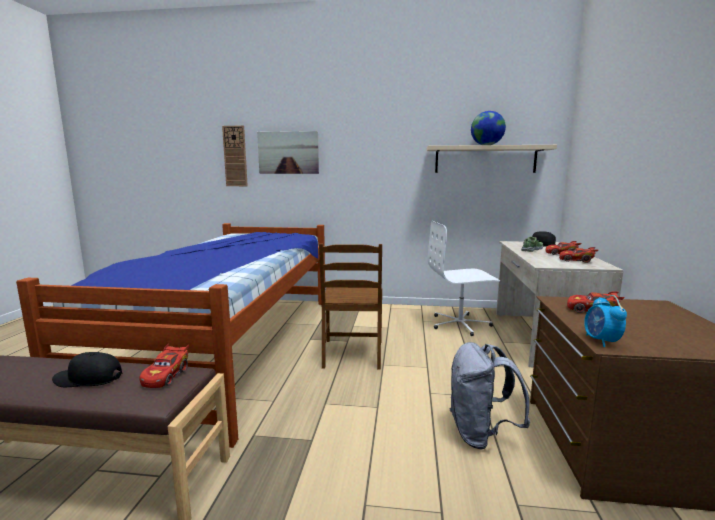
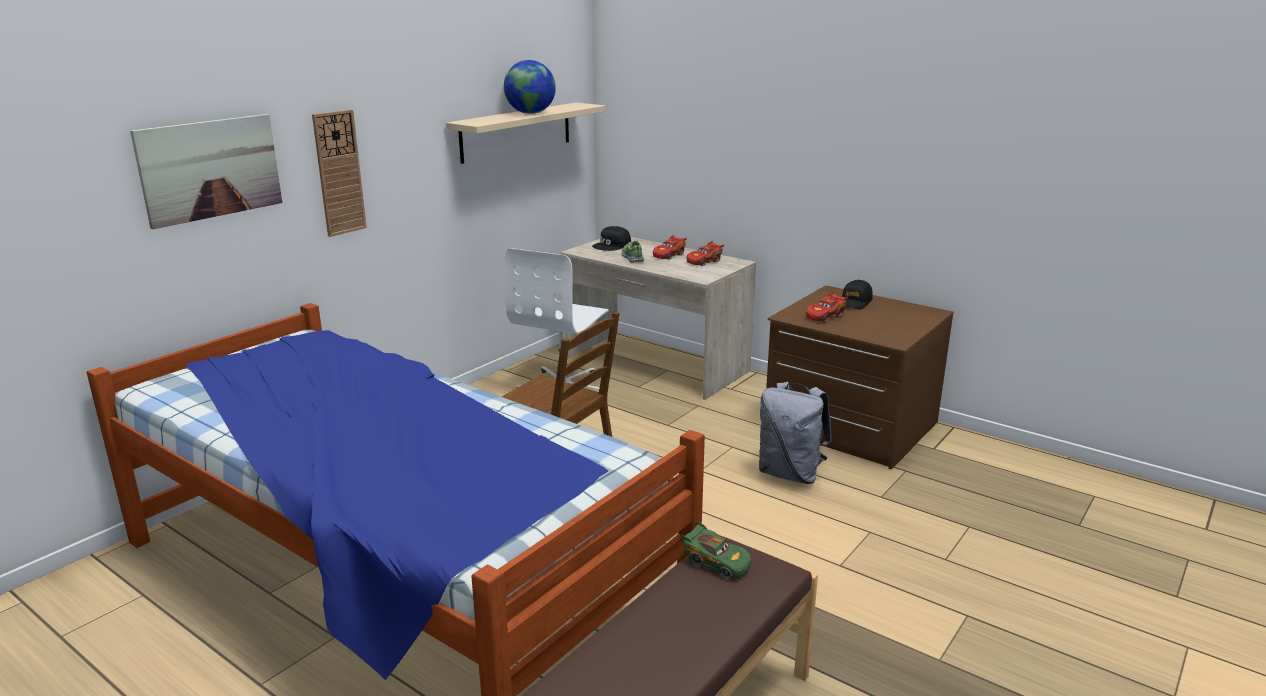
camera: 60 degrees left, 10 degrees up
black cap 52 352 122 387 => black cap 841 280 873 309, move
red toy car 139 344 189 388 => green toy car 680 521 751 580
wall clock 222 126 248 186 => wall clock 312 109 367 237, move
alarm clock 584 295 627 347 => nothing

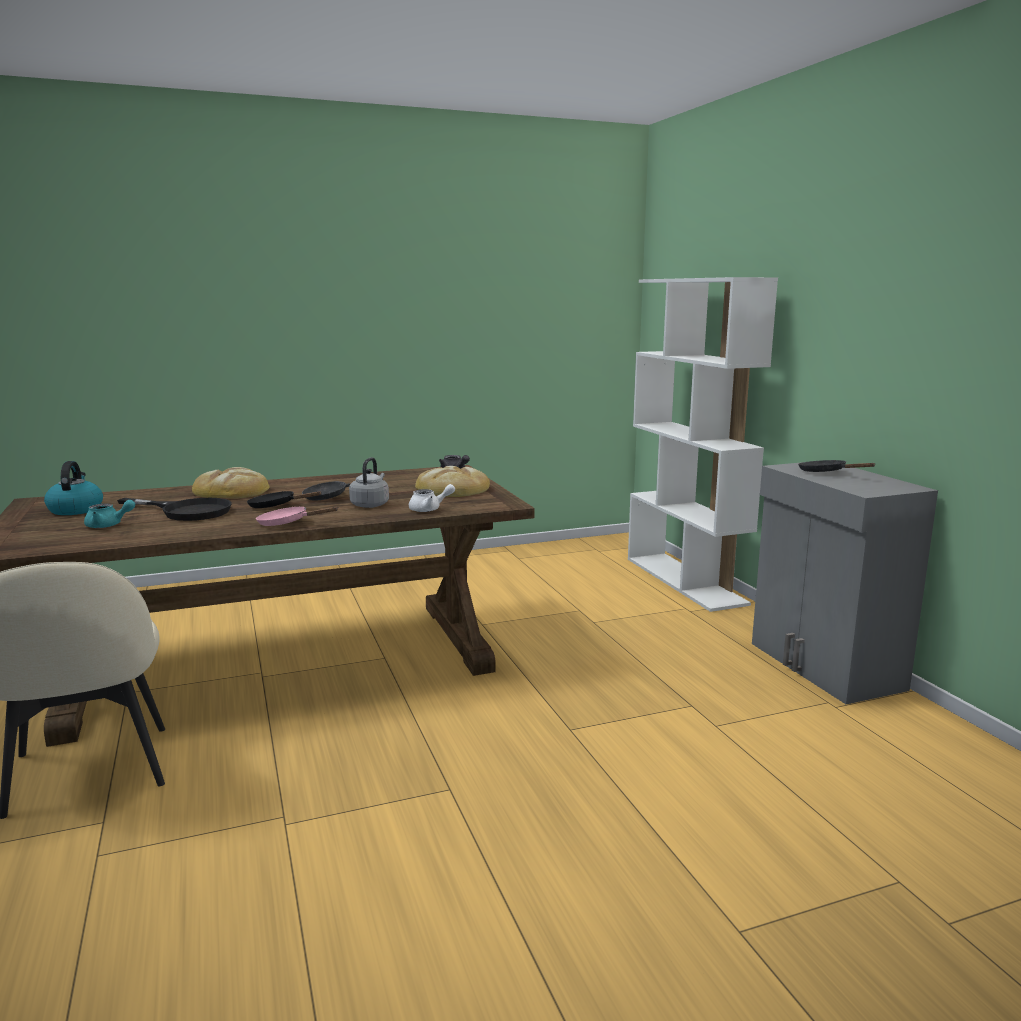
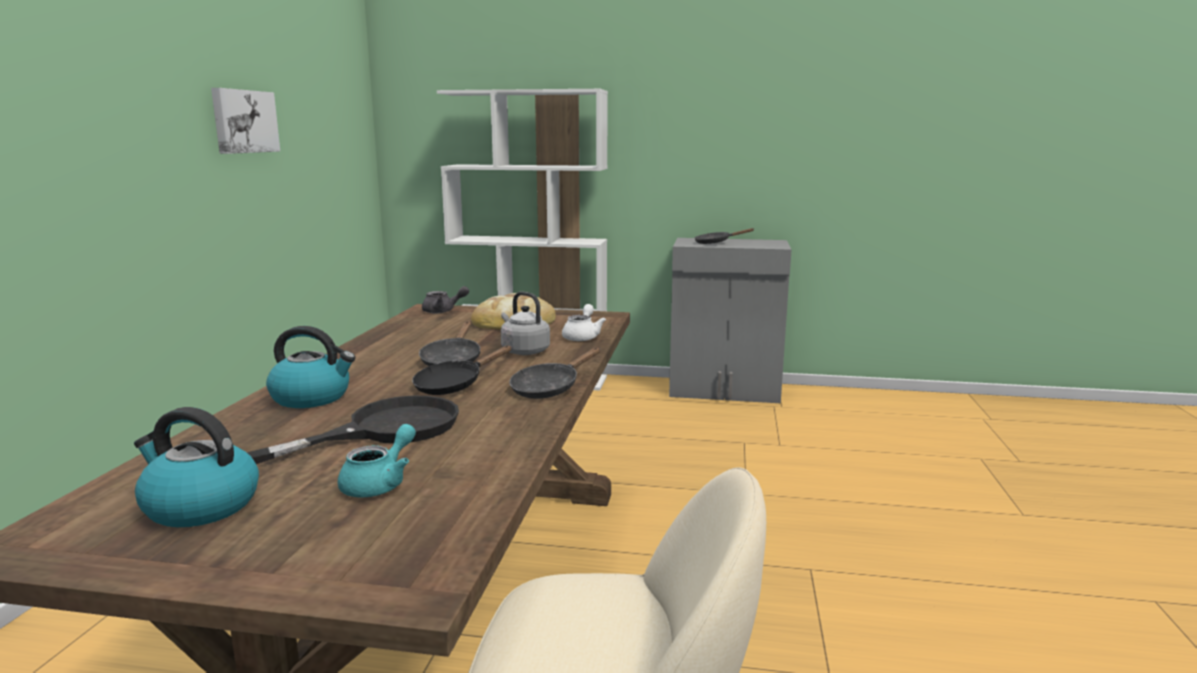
camera: 60 degrees left, 0 degrees up
bread 192 467 269 498 => kettle 266 326 355 408
pink frying pan 256 507 339 526 => black frying pan 509 348 601 399
nothing => picture 211 88 280 154

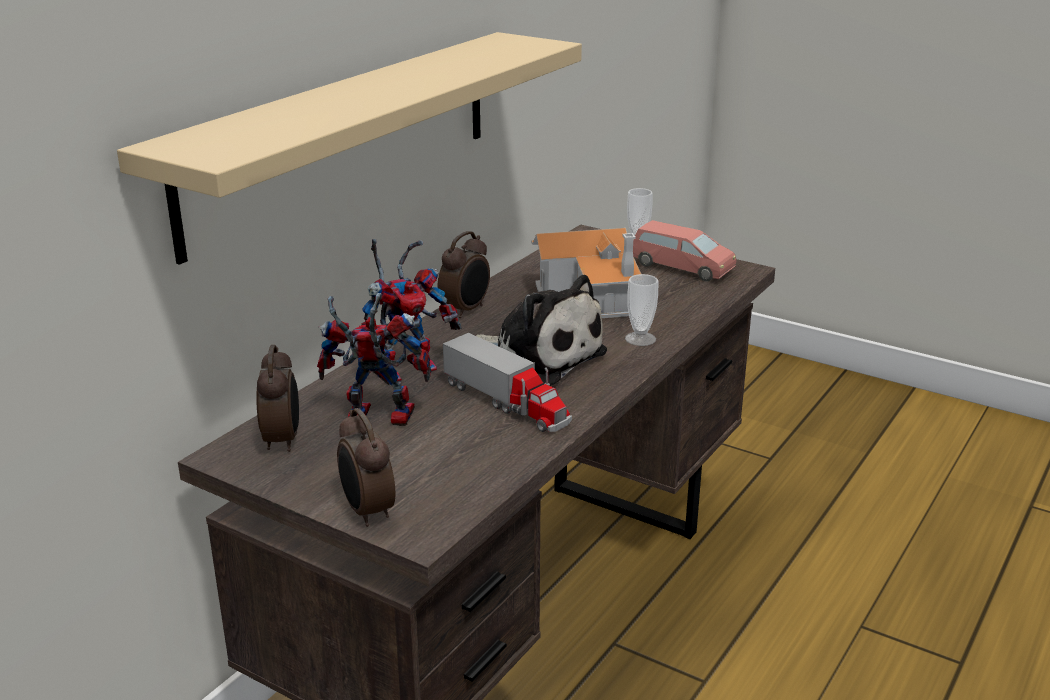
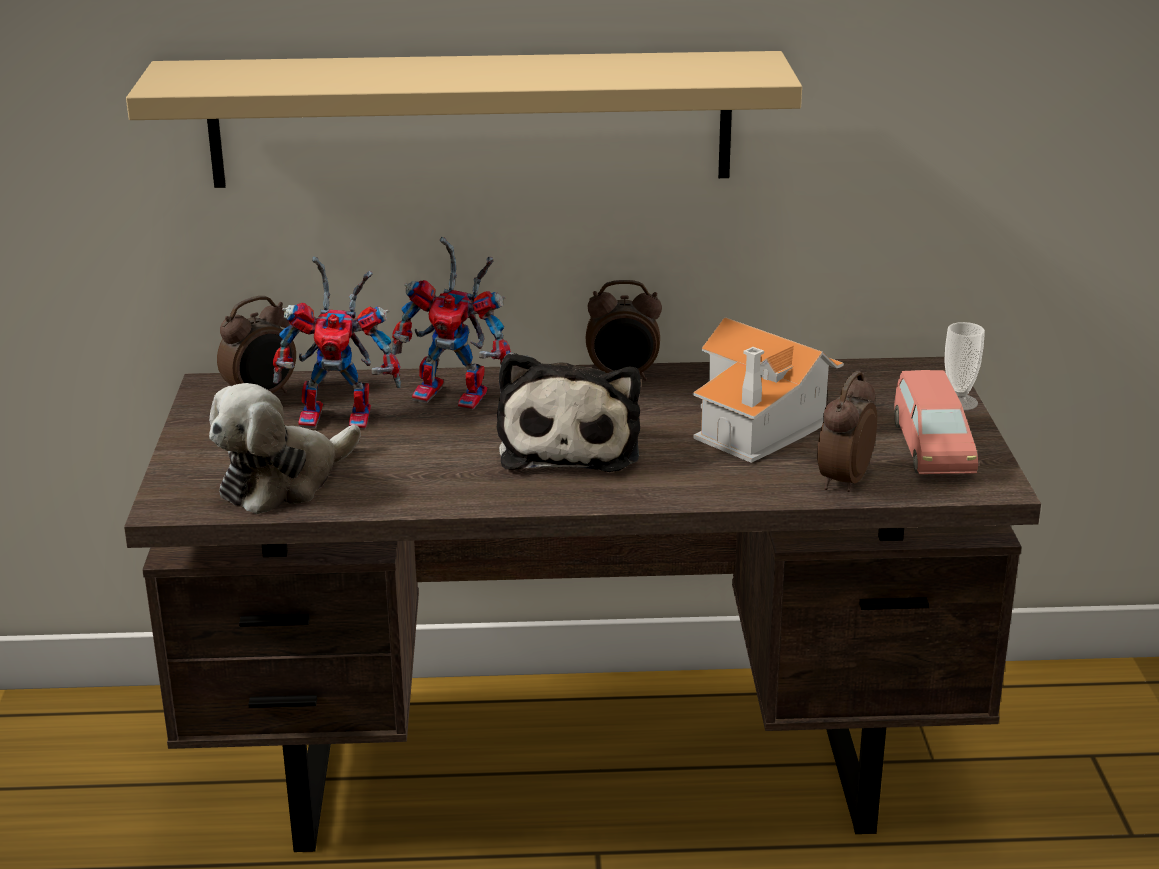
camera: 55 degrees right, 0 degrees up
toy robot 317 293 432 426 => toy robot 273 256 401 429, 120 degrees clockwise
alarm clock 337 408 395 527 => alarm clock 817 371 877 492, move
toy truck 443 333 572 432 => nothing
cup 625 274 658 346 => nothing
nothing => plush toy 209 383 361 514

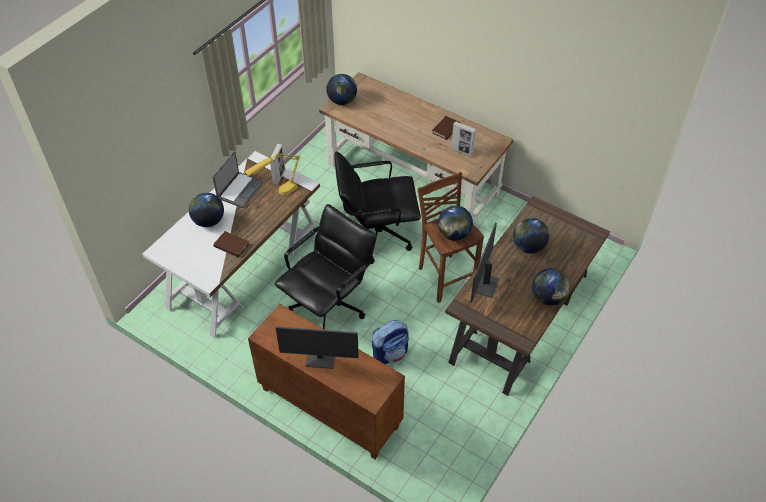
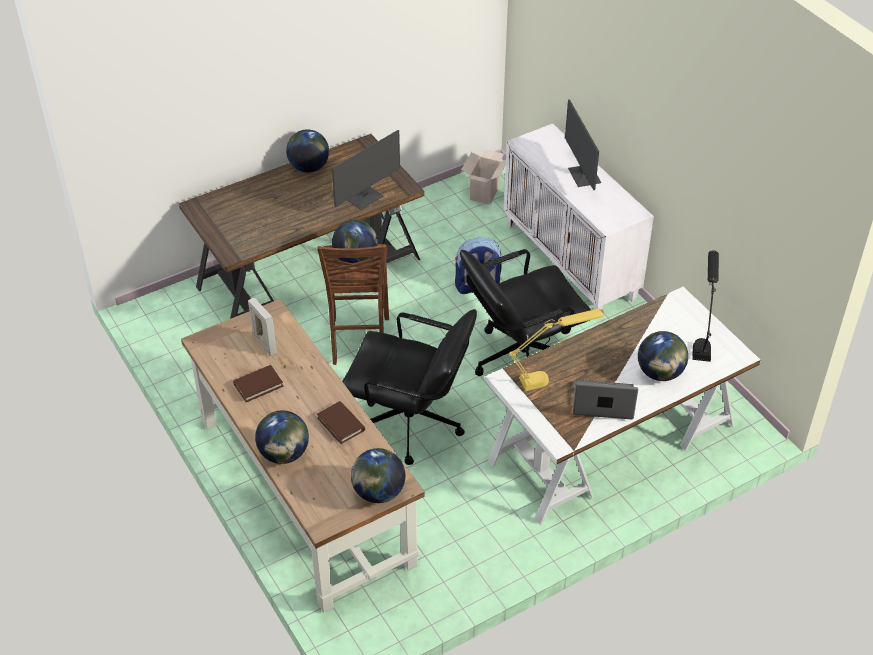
camera: 155 degrees left, 5 degrees down
laptop 212 151 263 208 => laptop 573 380 638 419, 45 degrees clockwise
brown book 213 231 249 257 => brown book 317 401 365 444, move
brown cabinet 248 304 405 459 => white cabinet 504 124 654 312
picture frame 270 144 285 185 => nothing
monitor 276 327 359 369 => monitor 565 99 601 190, 135 degrees counterclockwise
globe 513 218 549 253 => globe 255 410 309 464, move
nothing => cardboard box 461 149 506 205
nothing => black table lamp 692 250 719 362

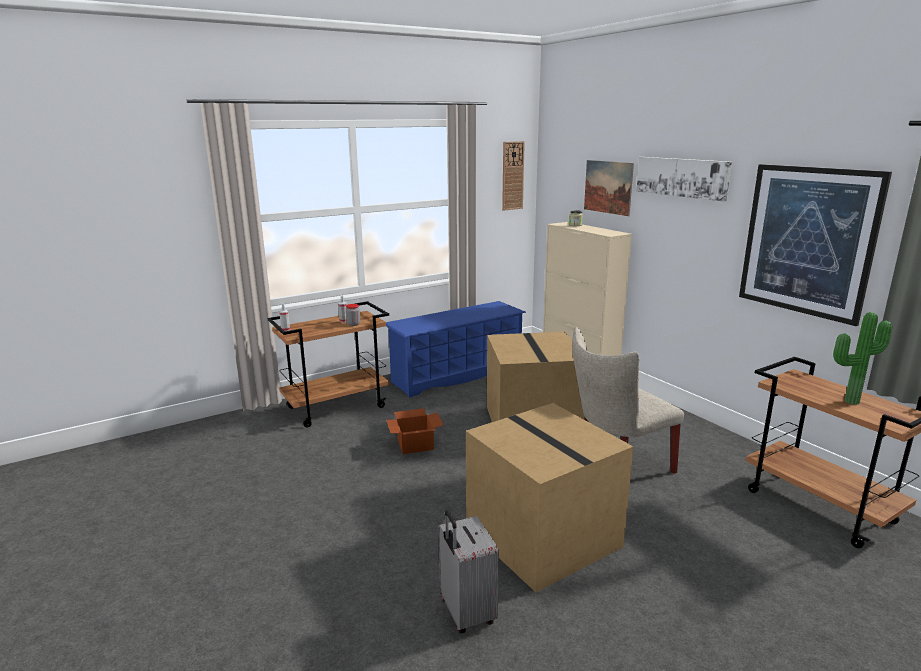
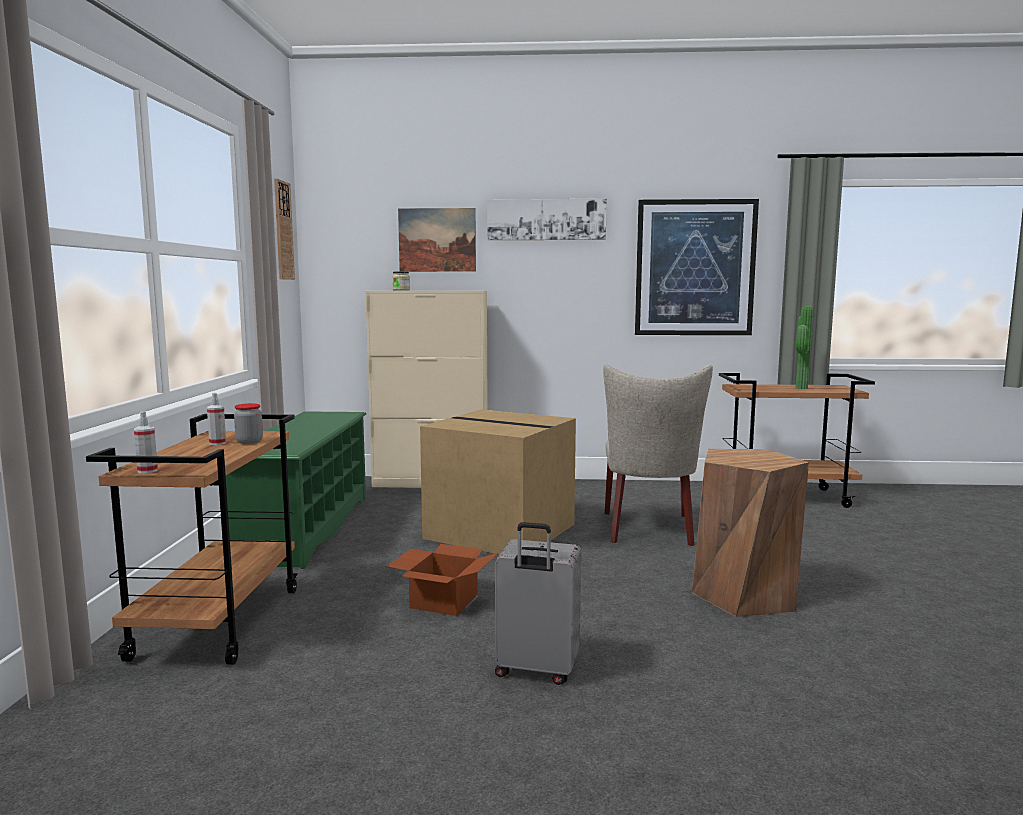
camera: 55 degrees left, 10 degrees down
blue shoe rack 386 301 526 398 => green shoe rack 226 411 366 569
grey suitcase 439 510 499 633 => grey suitcase 495 522 582 685, move
cardboard box 466 403 634 592 => brown stool 692 449 809 617

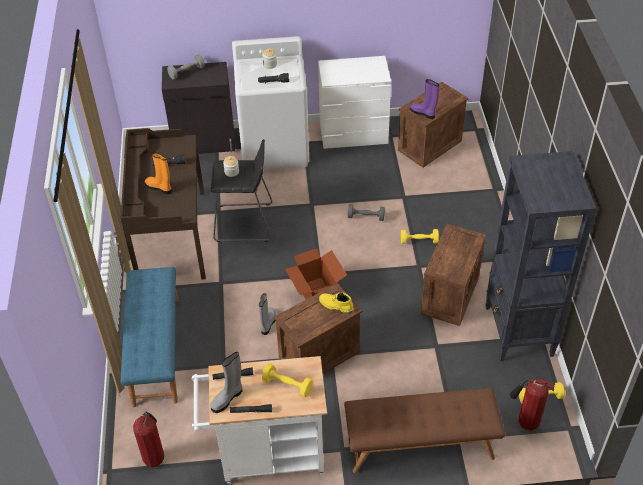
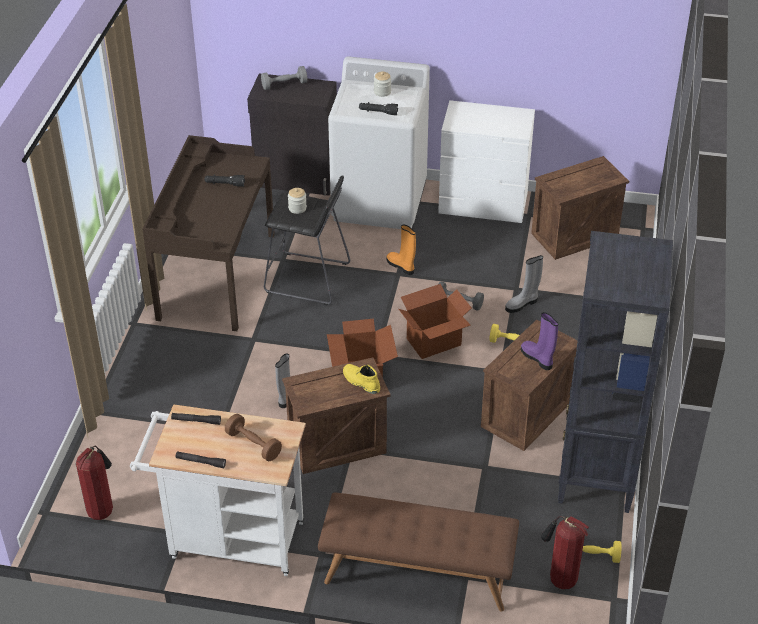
camera: 15 degrees right, 5 degrees down
blue bench 121 267 179 407 => nothing
orange boot 145 153 172 194 => orange boot 387 224 416 275, move
grey boot 211 352 242 413 => grey boot 505 255 543 313, move
yellow dumbbell 262 363 313 397 => brown dumbbell 225 414 282 461
purple boot 410 79 439 119 => purple boot 521 312 558 370, move
nothing => cardboard box 399 284 472 359

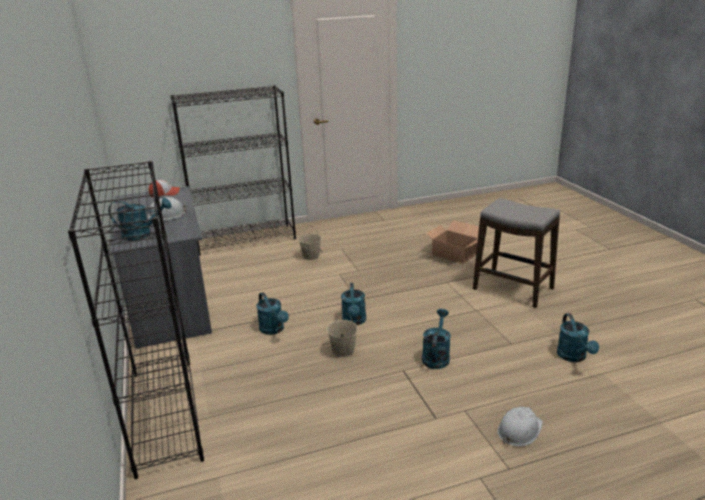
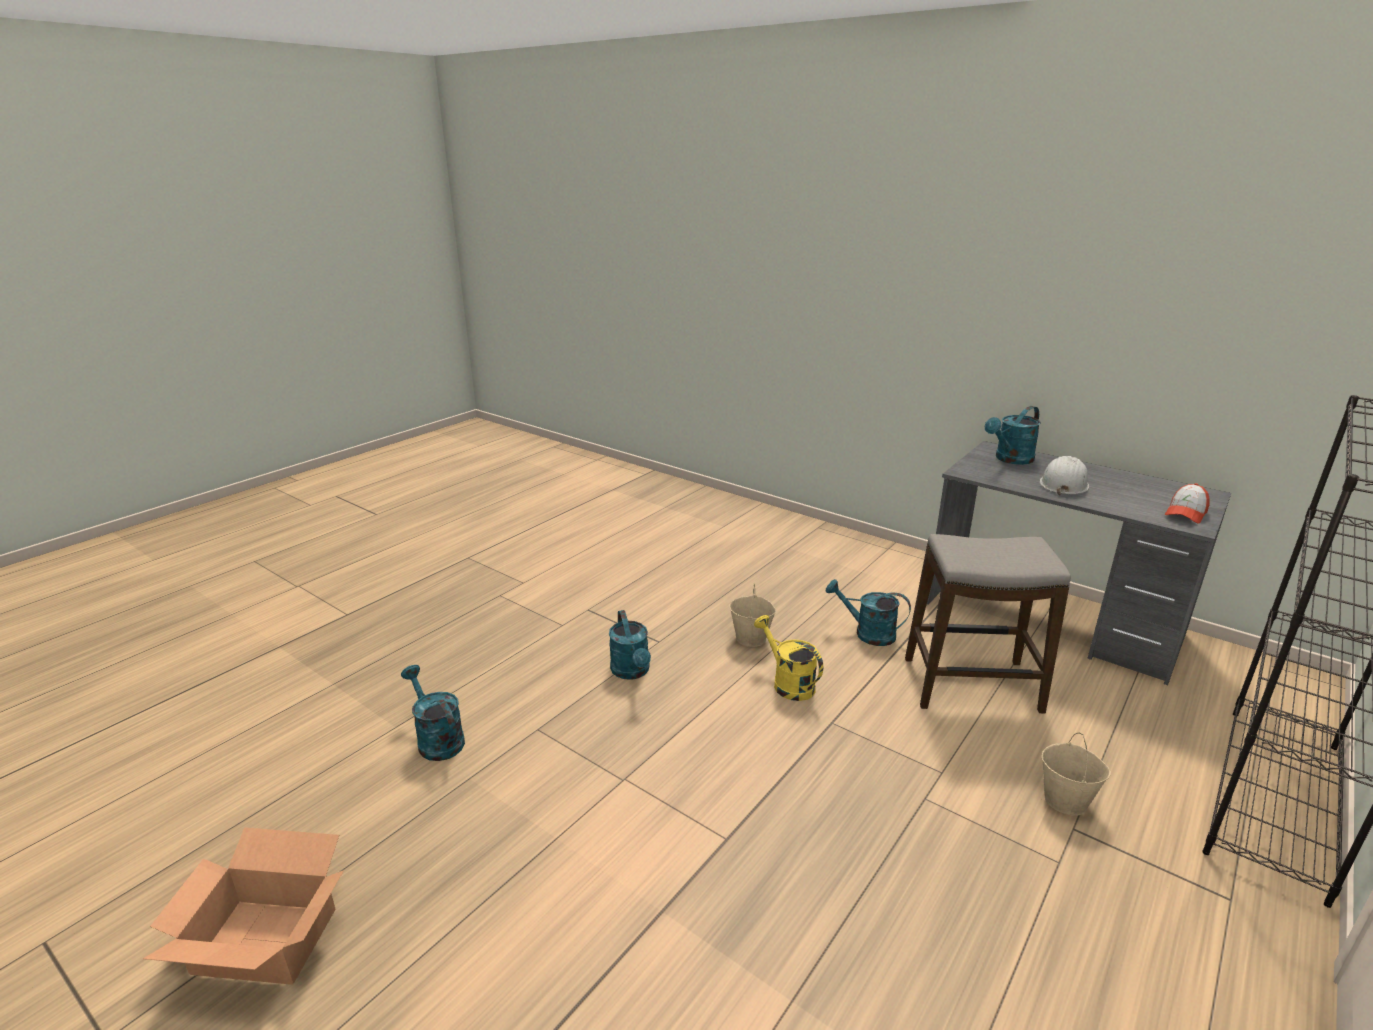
camera: 145 degrees right, 0 degrees up
black bookcase 68 161 204 479 => nothing
turquoise watering can 341 283 366 325 => yellow watering can 754 615 823 701
cardboard box 426 220 479 264 => cardboard box 143 827 344 985, move
stool 473 198 560 308 => stool 905 534 1071 714, move
white hard hat 497 407 543 446 => nothing

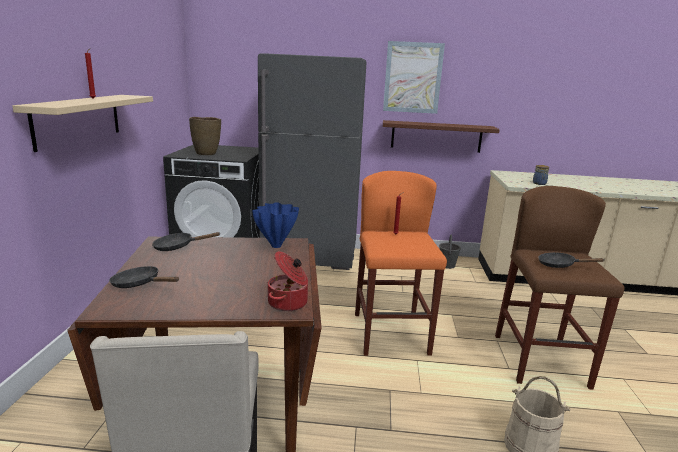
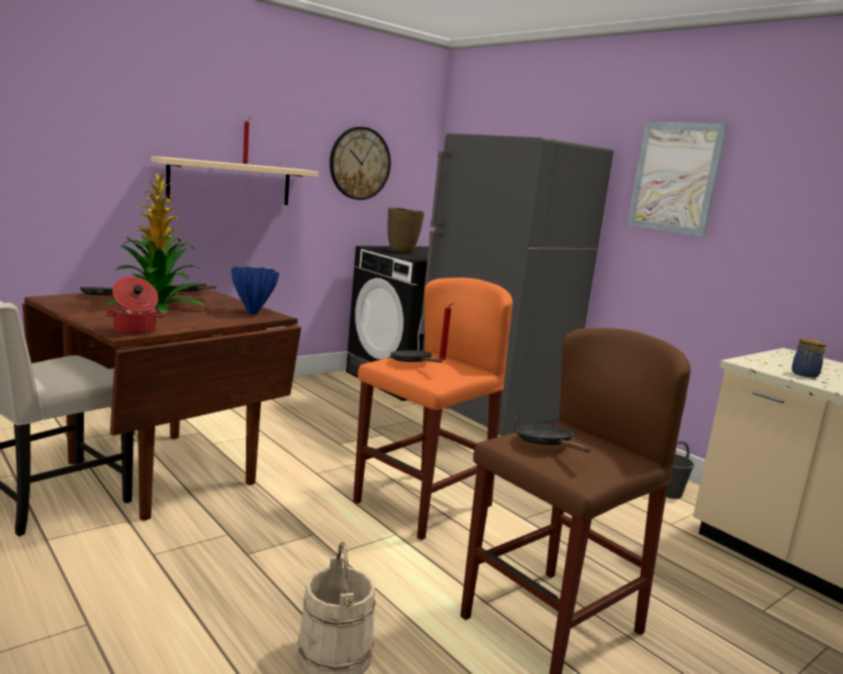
camera: 45 degrees right, 5 degrees down
brown shelf 383 120 500 153 => nothing
nothing => potted plant 106 173 205 314
nothing => wall clock 330 127 391 200
nothing => black frying pan 390 350 443 363

